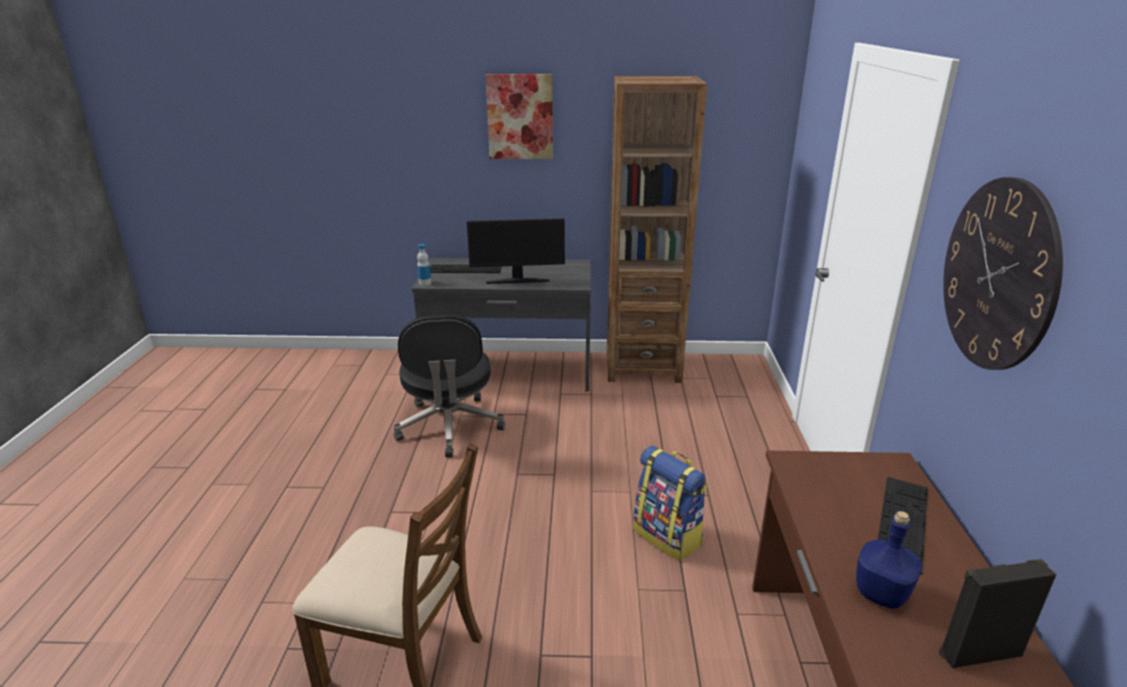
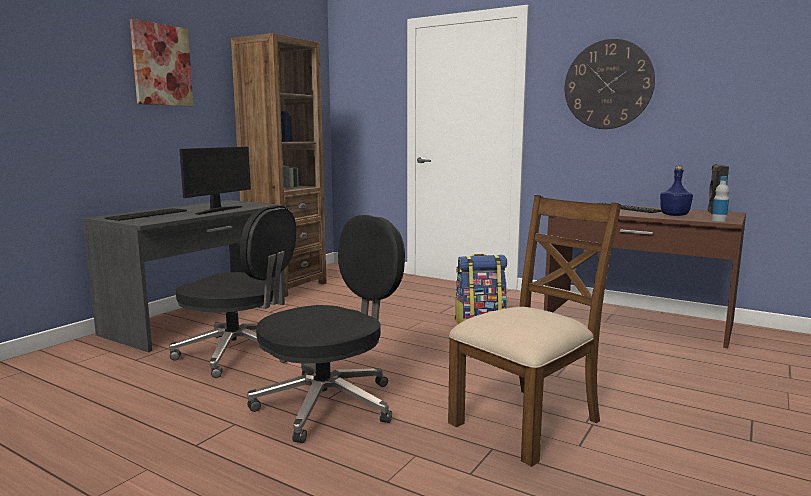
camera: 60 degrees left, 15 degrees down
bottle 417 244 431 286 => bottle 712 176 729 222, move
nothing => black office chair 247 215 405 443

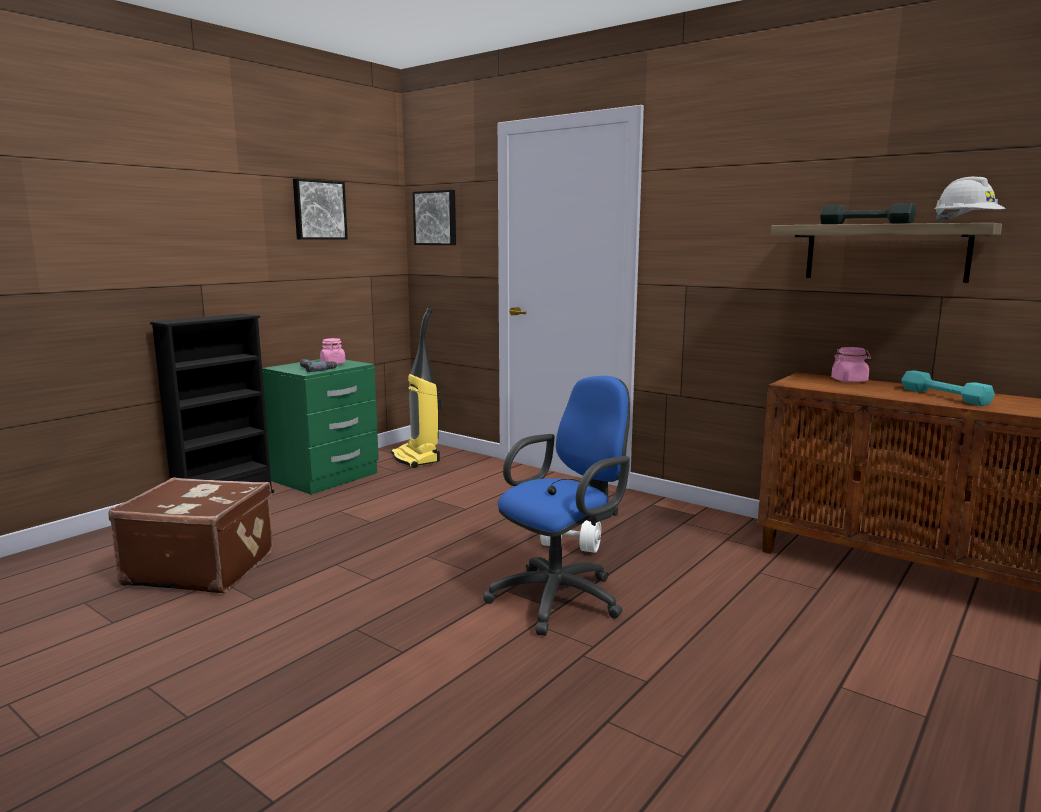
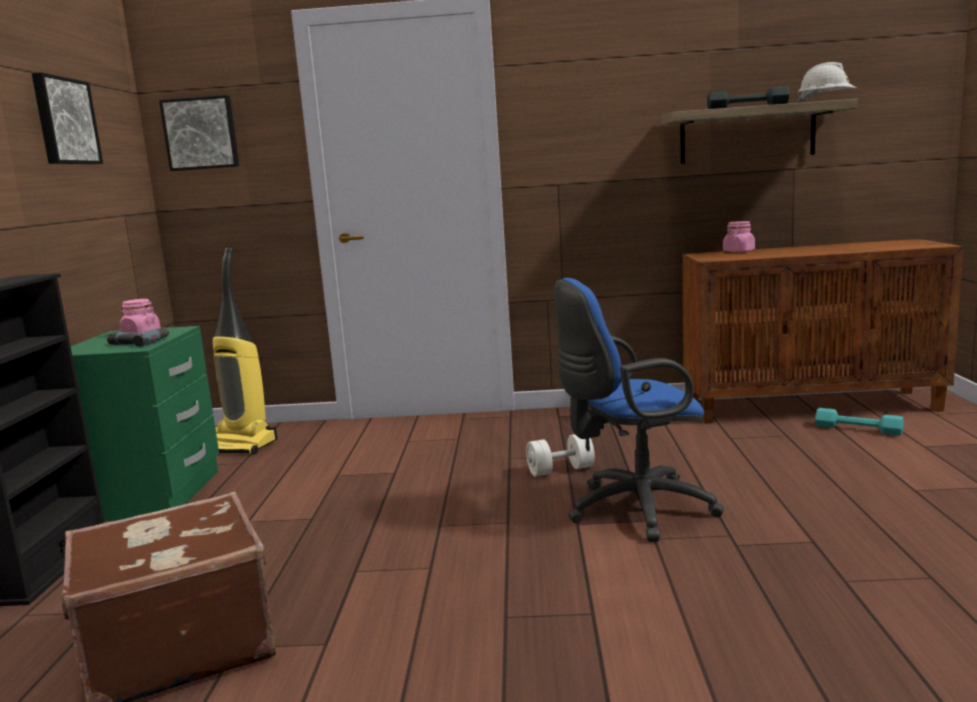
camera: 35 degrees left, 0 degrees up
blue office chair 483 376 630 636 => blue office chair 554 278 724 542, 120 degrees counterclockwise
turquoise dumbbell 901 370 995 406 => turquoise dumbbell 815 408 904 436, move

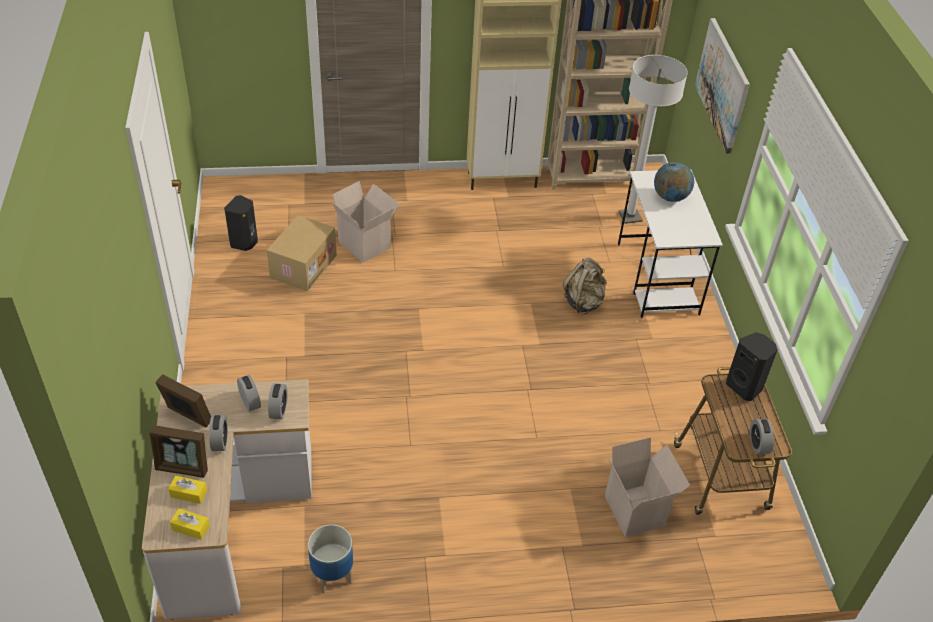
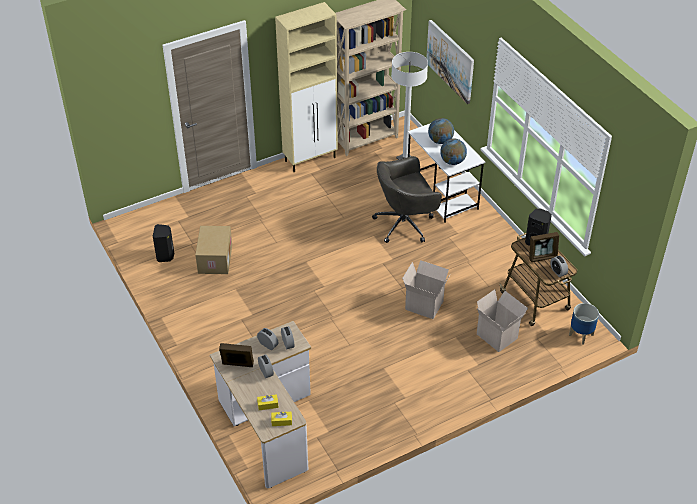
camera: 20 degrees left, 0 degrees up
picture frame 149 425 208 478 => picture frame 529 232 559 262, move
planter 308 524 353 593 => planter 569 303 599 345, move
cardboard box 332 181 399 263 => cardboard box 402 260 450 319, move
beige backpack 563 258 607 314 => grey office chair 372 156 442 243
nothing => globe 440 138 467 165

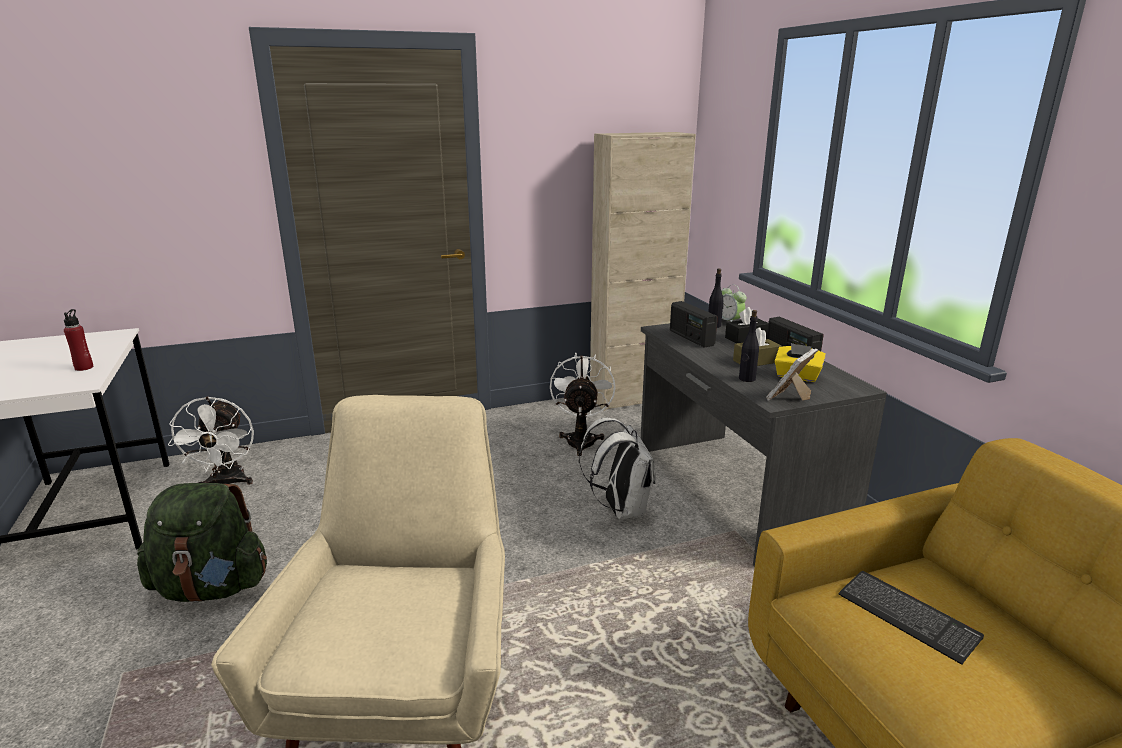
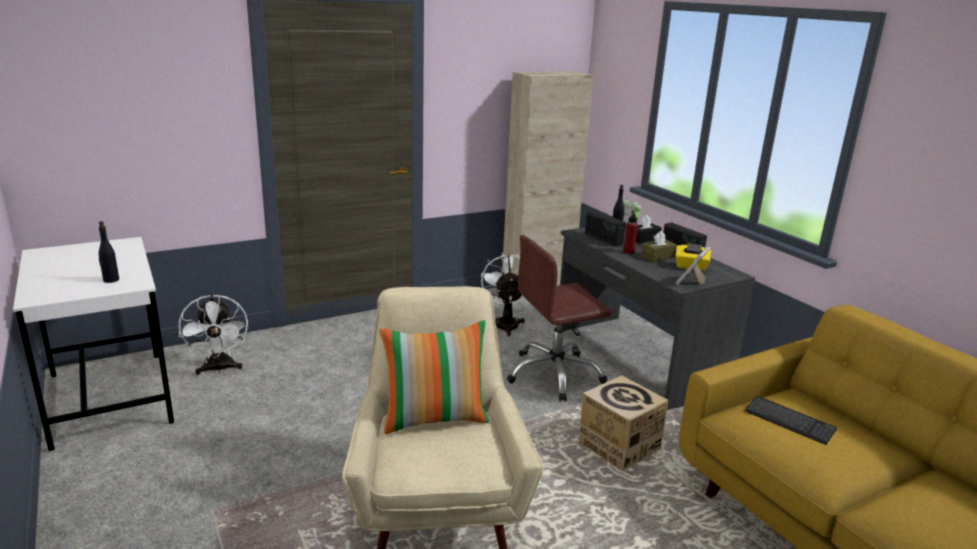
camera: 10 degrees left, 0 degrees up
red bottle 64 309 93 371 => red bottle 623 211 638 254, move
green backpack 137 483 267 603 => nothing
white backpack 579 418 656 519 => brown office chair 507 235 611 401
black bottle 739 310 759 382 => black bottle 99 221 119 283, move
nothing => pillow 379 320 489 434
nothing => cardboard box 579 375 668 471

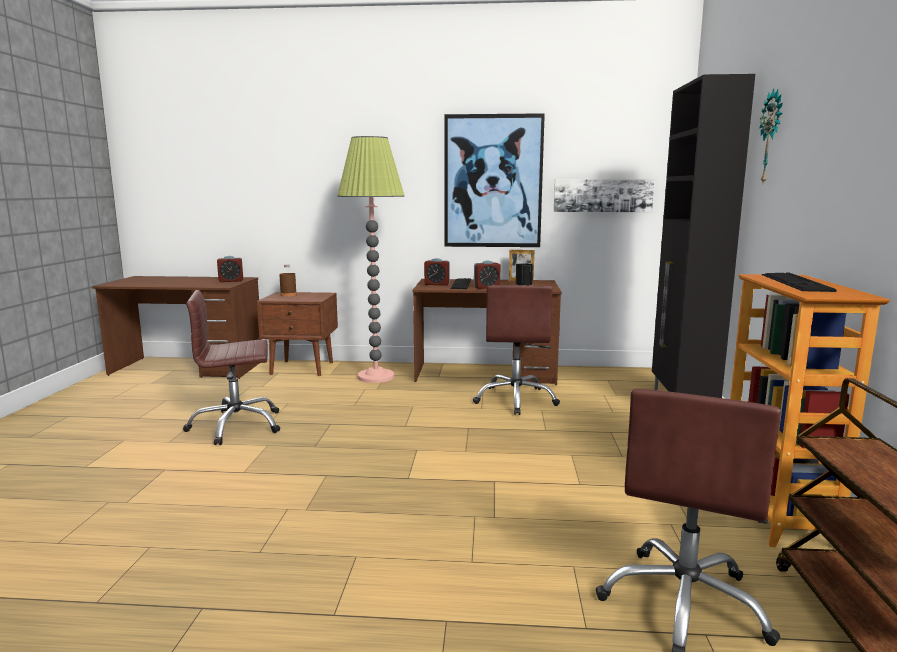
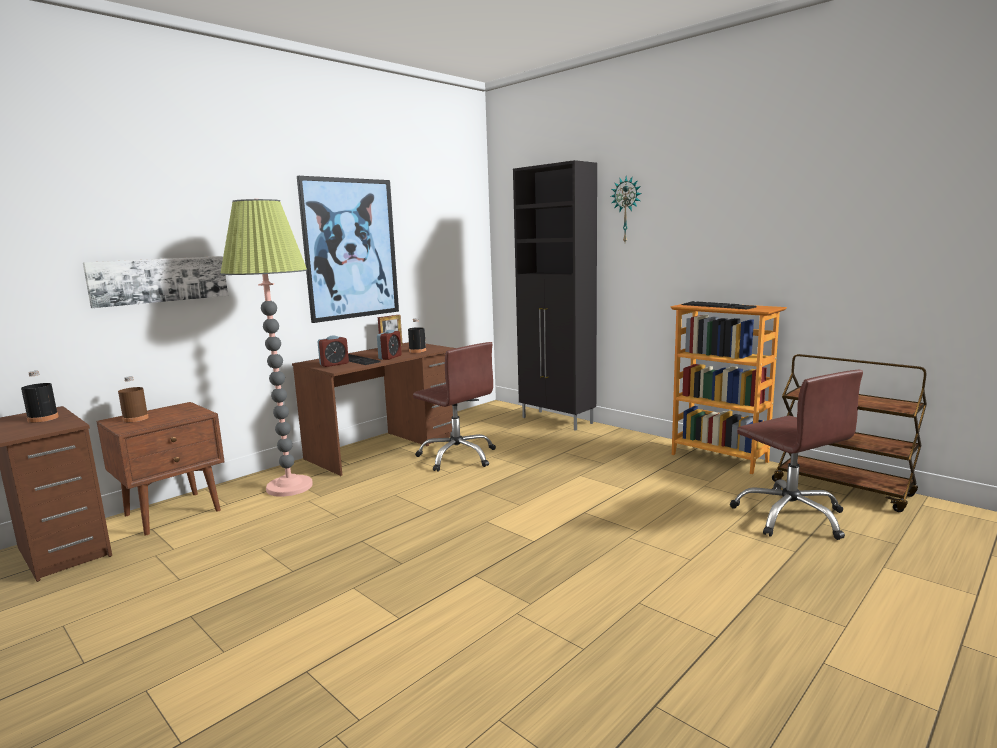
camera: 50 degrees left, 0 degrees up
brown office chair 183 290 280 445 => nothing
alarm clock 217 256 243 282 => black bottle 21 371 59 423
picture 554 179 654 212 => picture 83 256 228 308, move

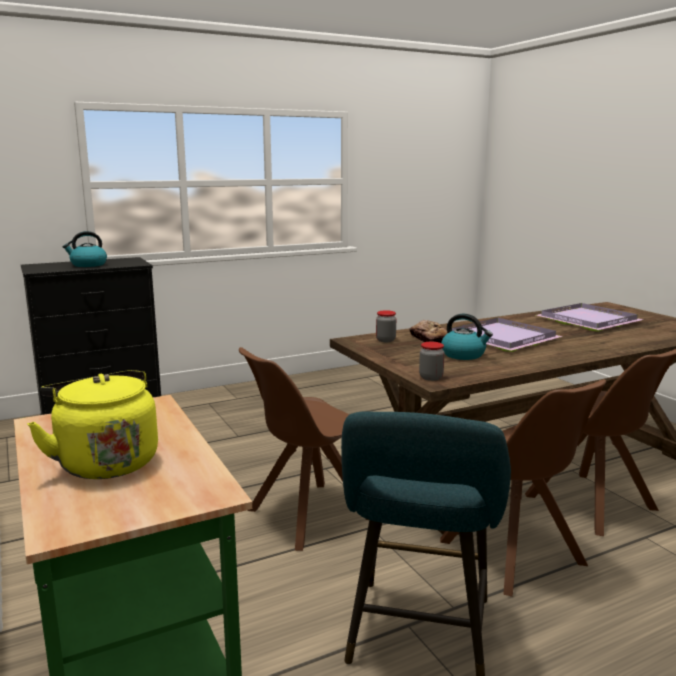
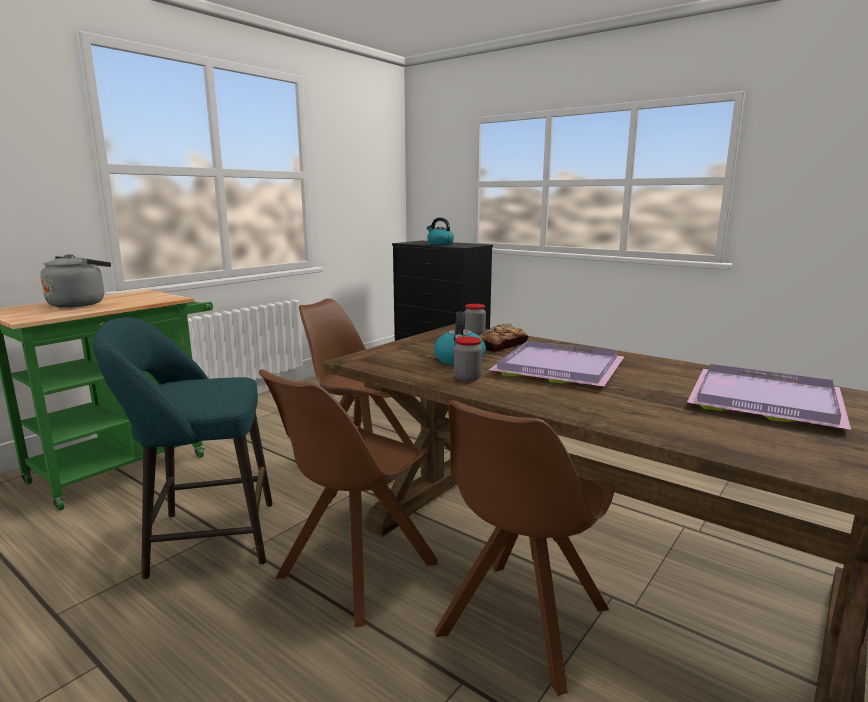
camera: 65 degrees right, 0 degrees up
yellow kettle 27 370 158 479 => grey kettle 40 254 111 308
jar 419 342 445 381 => jar 454 336 482 382, move

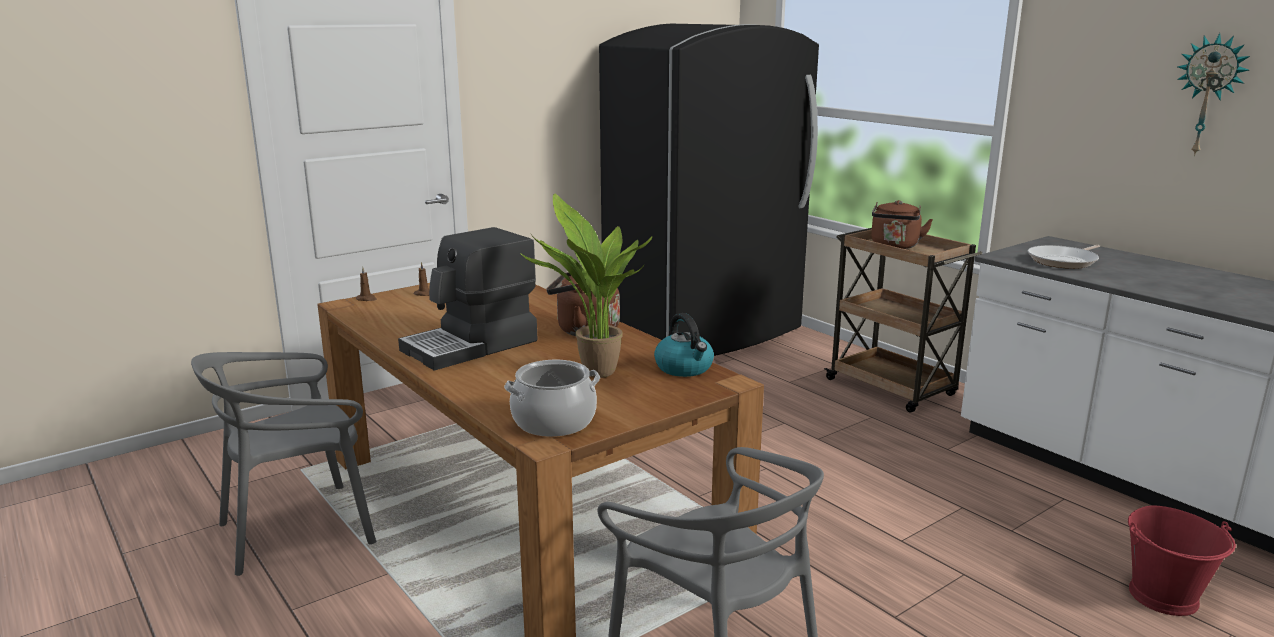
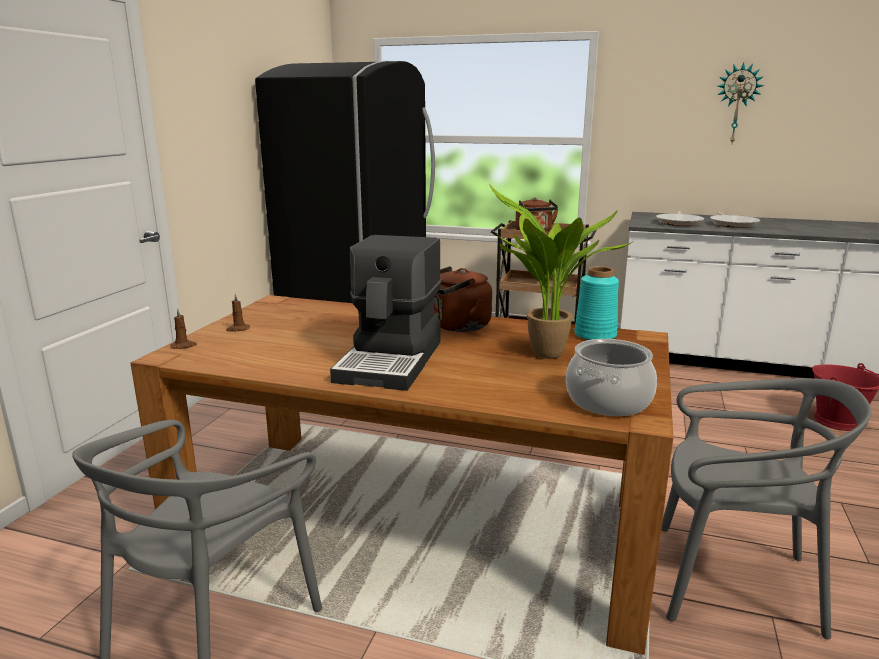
camera: 35 degrees left, 0 degrees up
kettle 654 313 714 377 => turquoise vase 574 266 619 340
nothing => frying pan 710 212 760 228

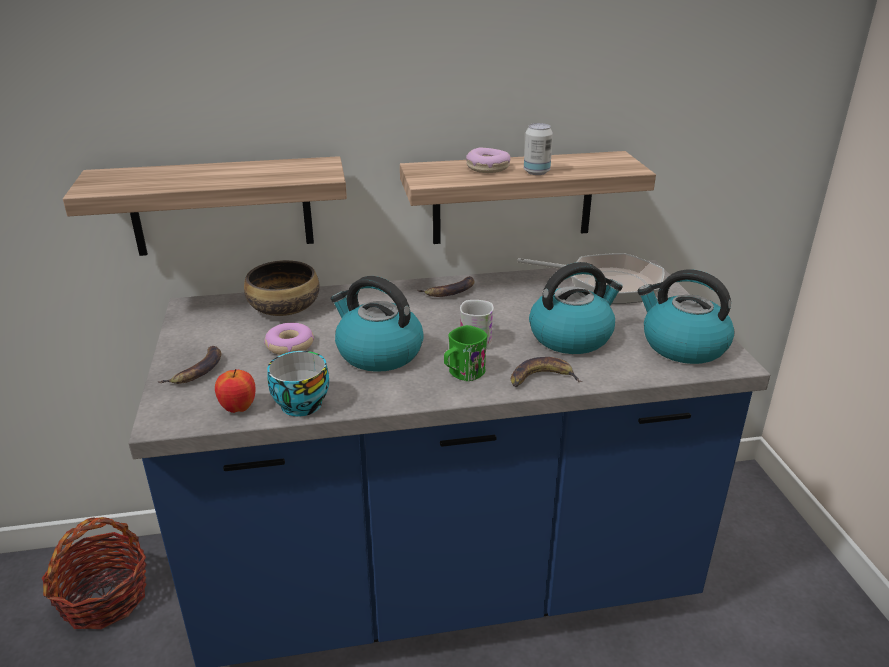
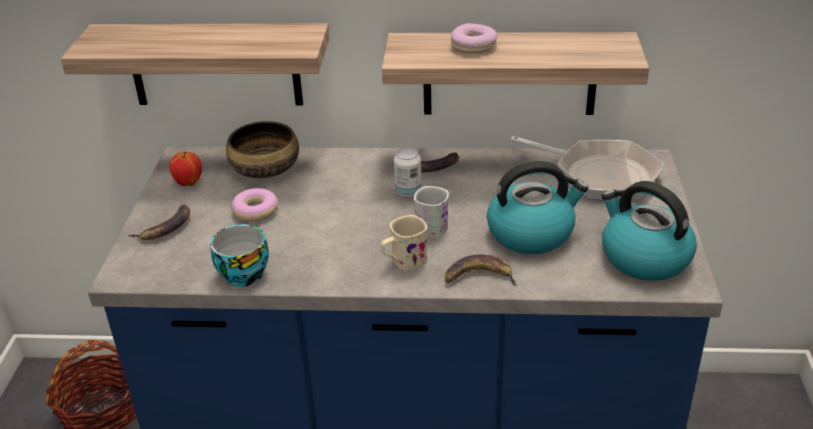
camera: 15 degrees right, 5 degrees up
apple 215 369 255 413 => apple 169 151 202 186, move
kettle 330 276 424 372 => nothing
green mug 444 325 488 381 => beige mug 381 215 427 271
can 524 123 553 175 => can 394 147 422 198, move

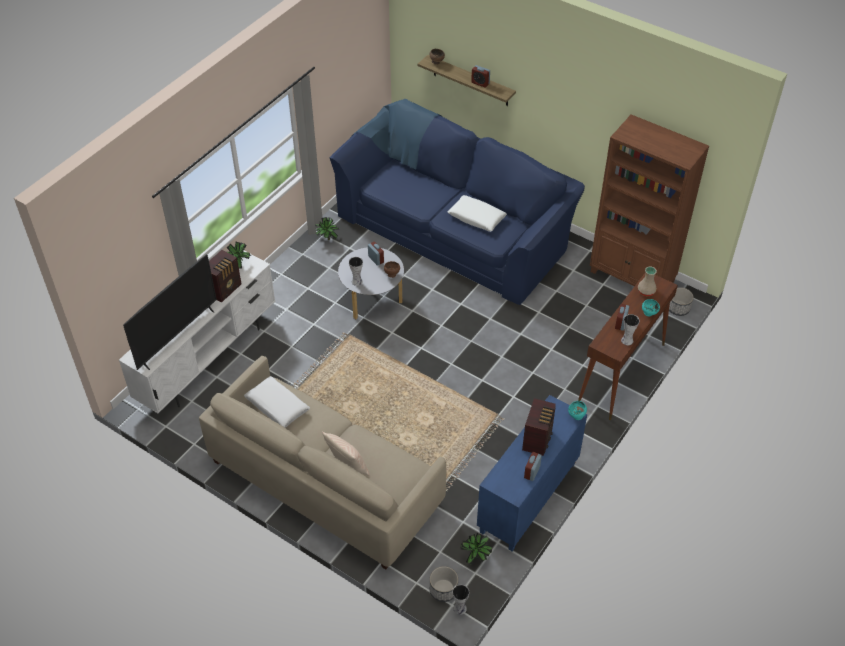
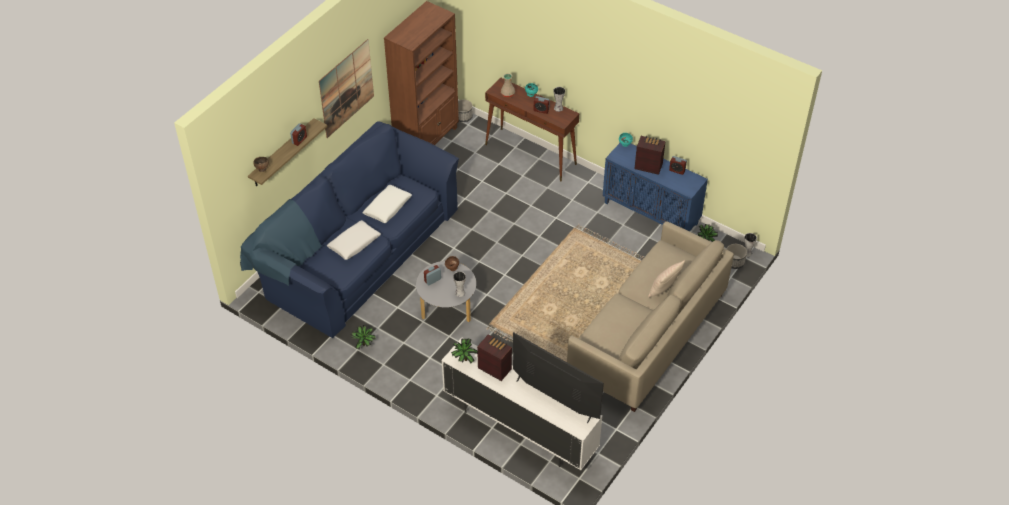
camera: 90 degrees left, 0 degrees up
white pillow 244 376 310 428 => white pillow 327 220 381 260, move
nothing => picture 319 39 374 138

